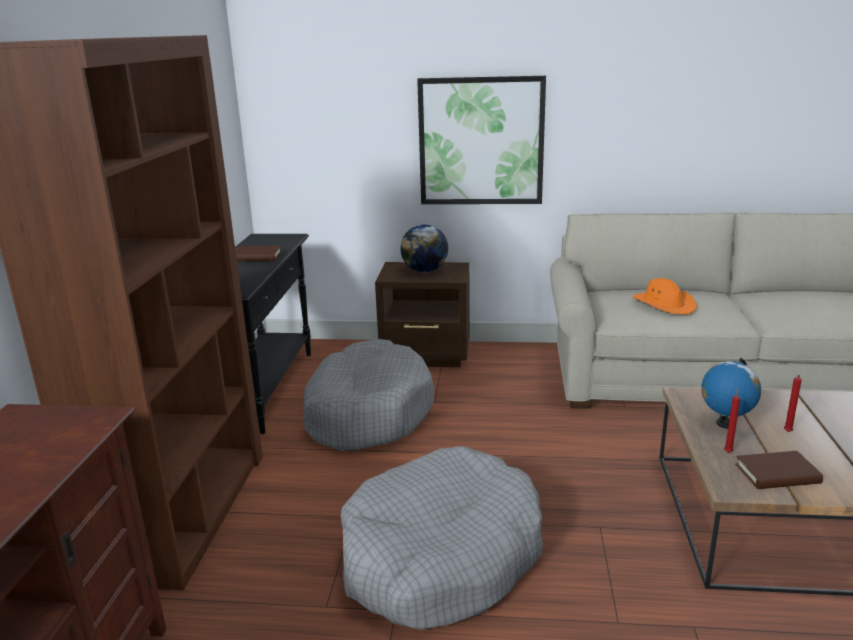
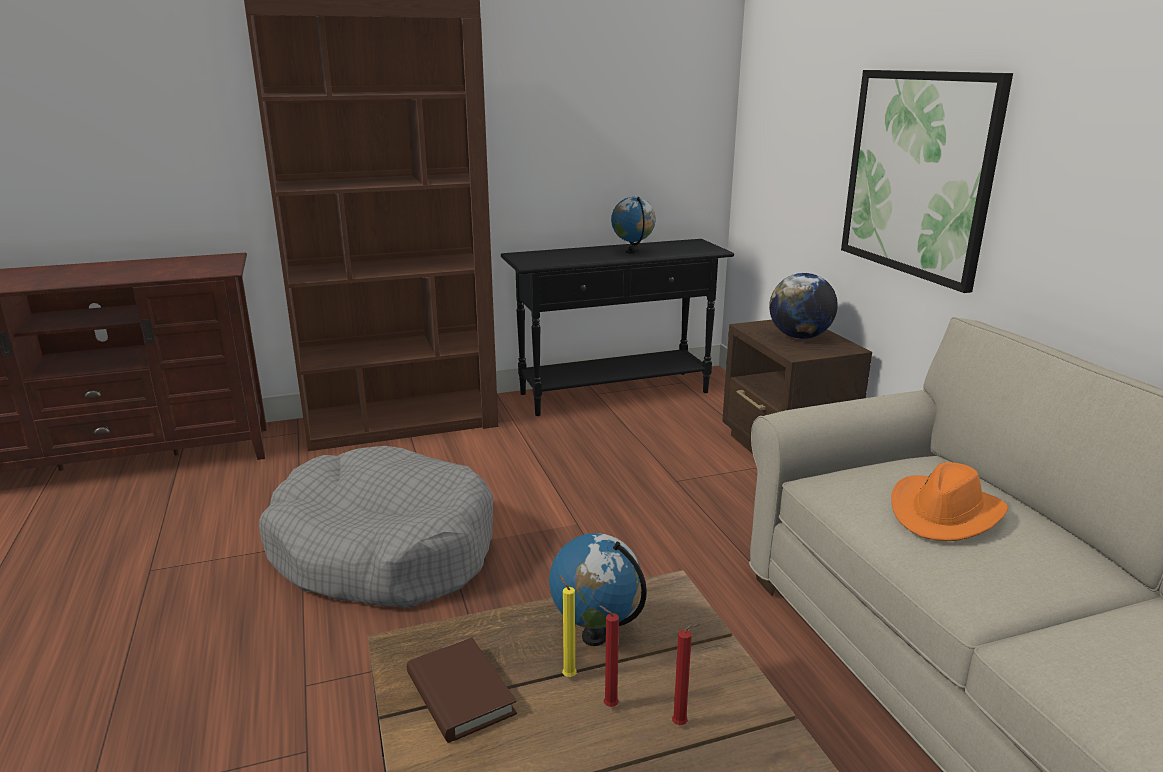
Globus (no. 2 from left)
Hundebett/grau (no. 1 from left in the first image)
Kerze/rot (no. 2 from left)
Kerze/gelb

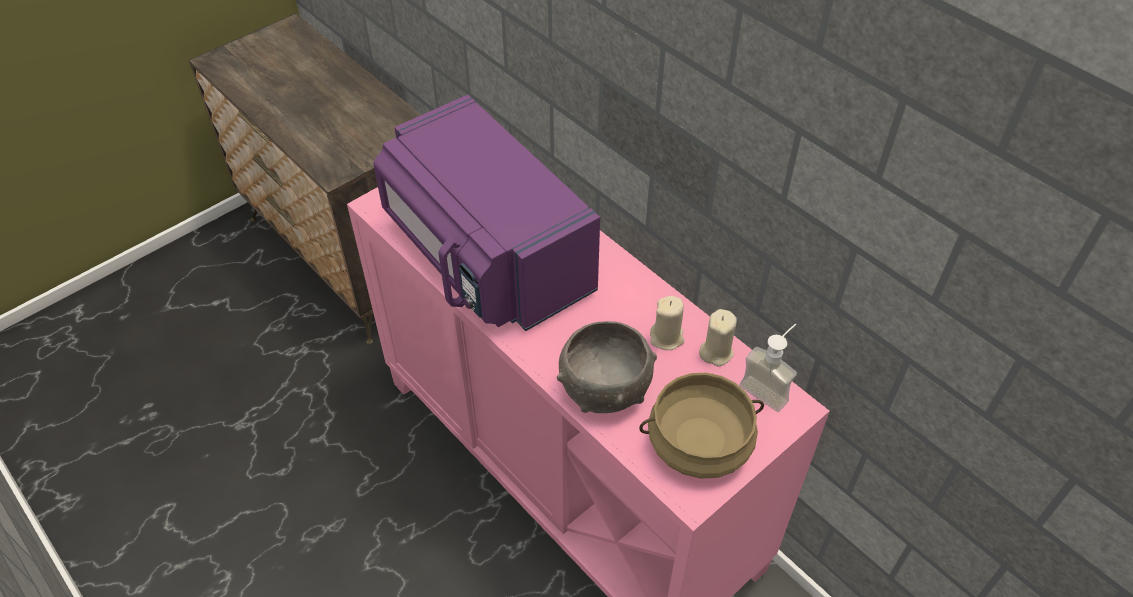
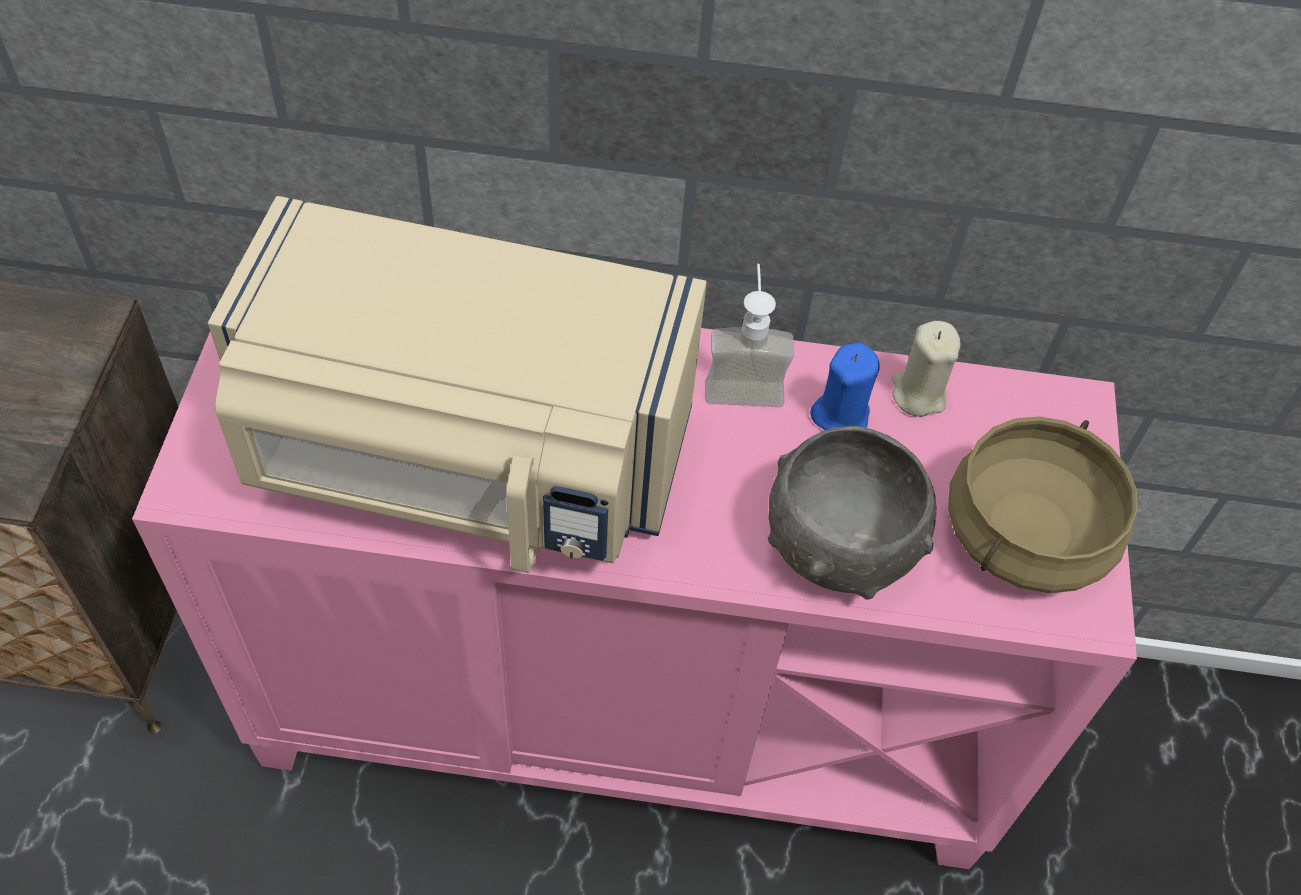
Mikrowelle/beige
Kerze/blau
Seifenspender

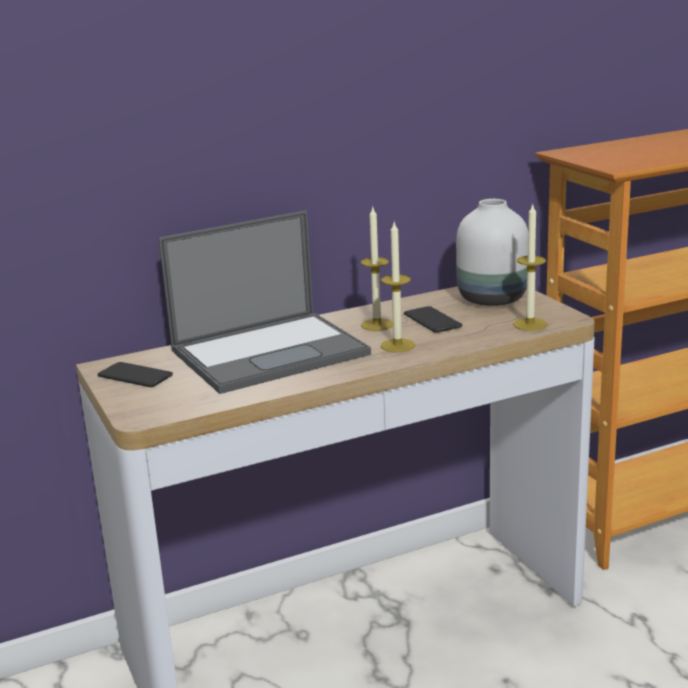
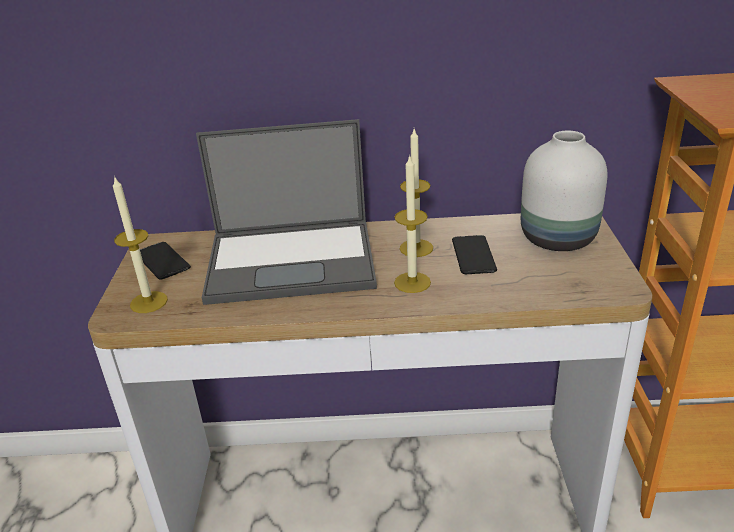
Kerze (no. 1 from left)

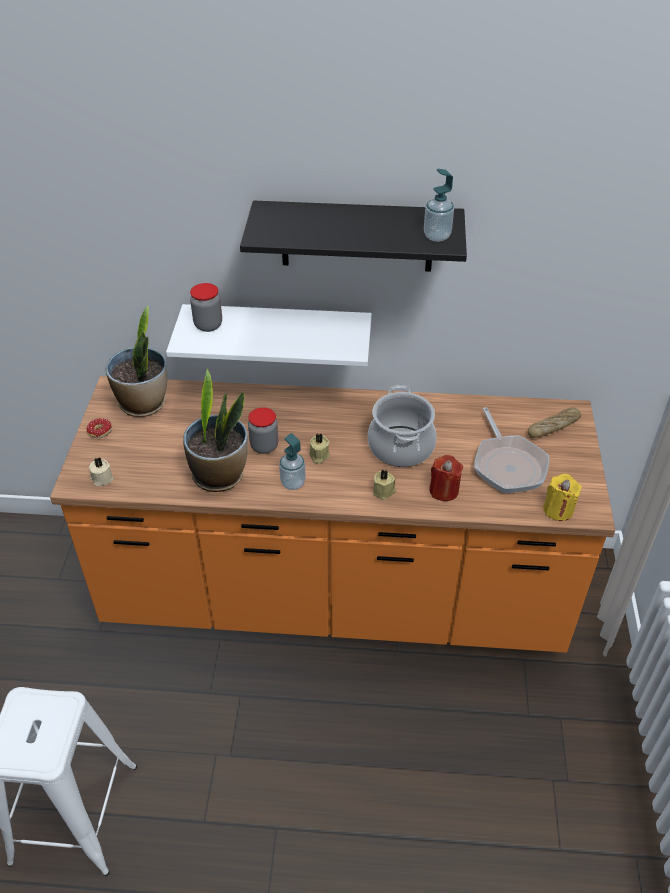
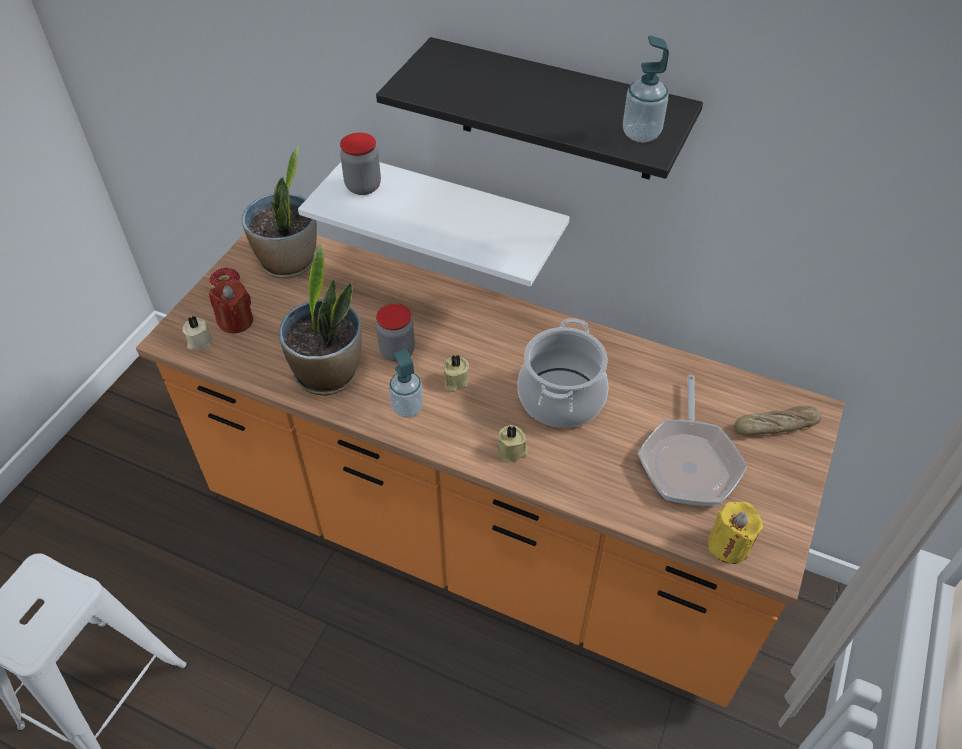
Kerze/rot

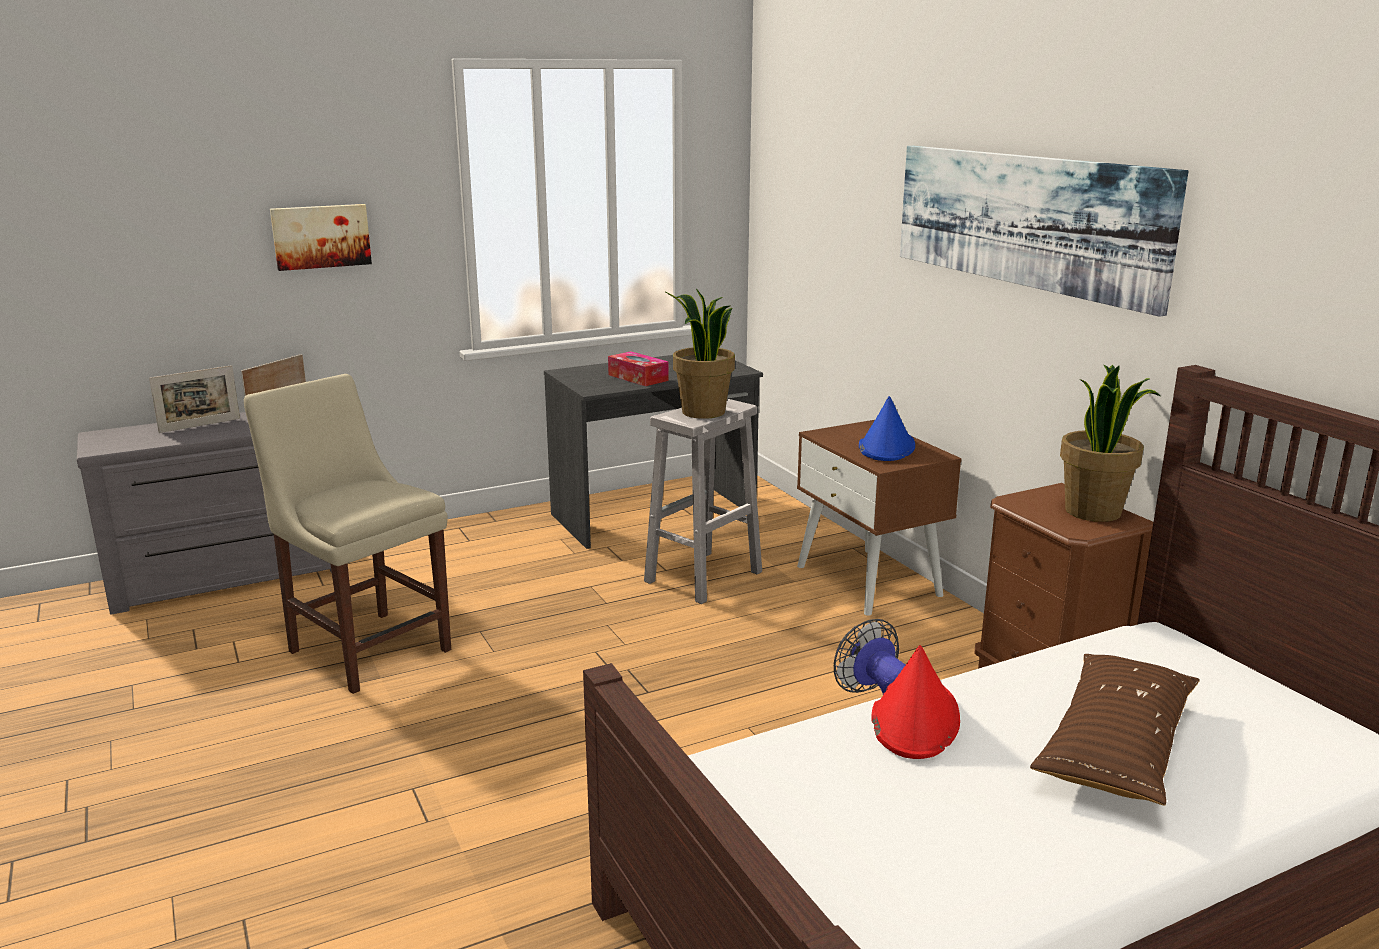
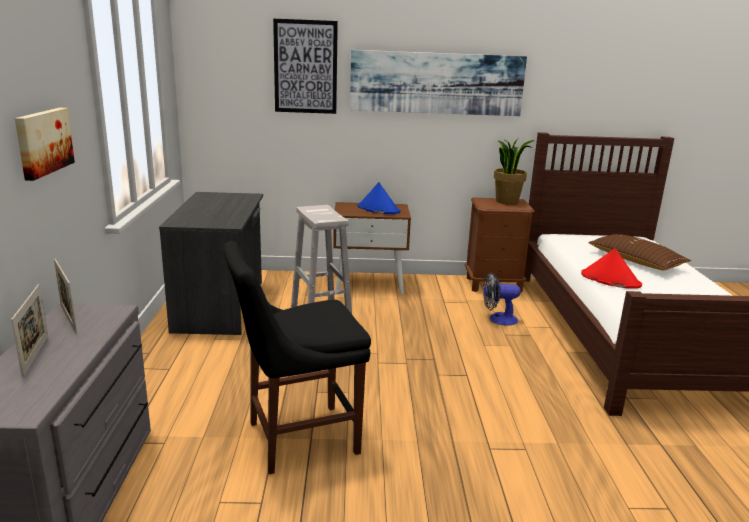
Stuhl/schwarz
Taschentuchbox
Topfpflanze (no. 1 from left in the first image)
Bild (no. 2 from left)

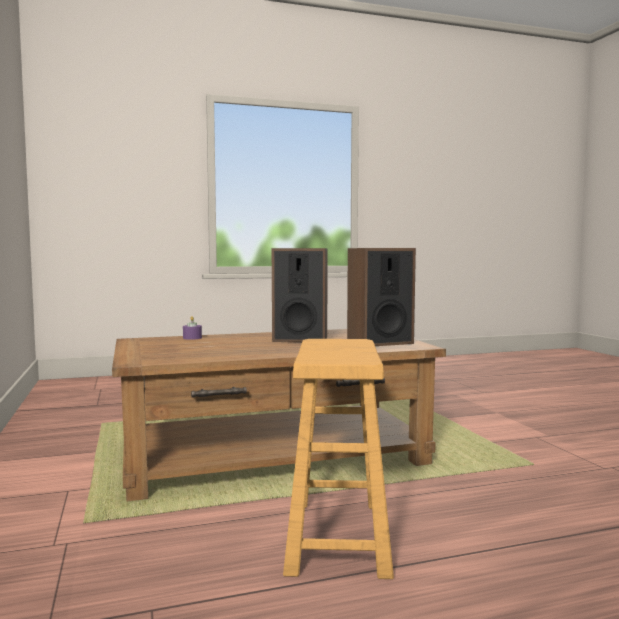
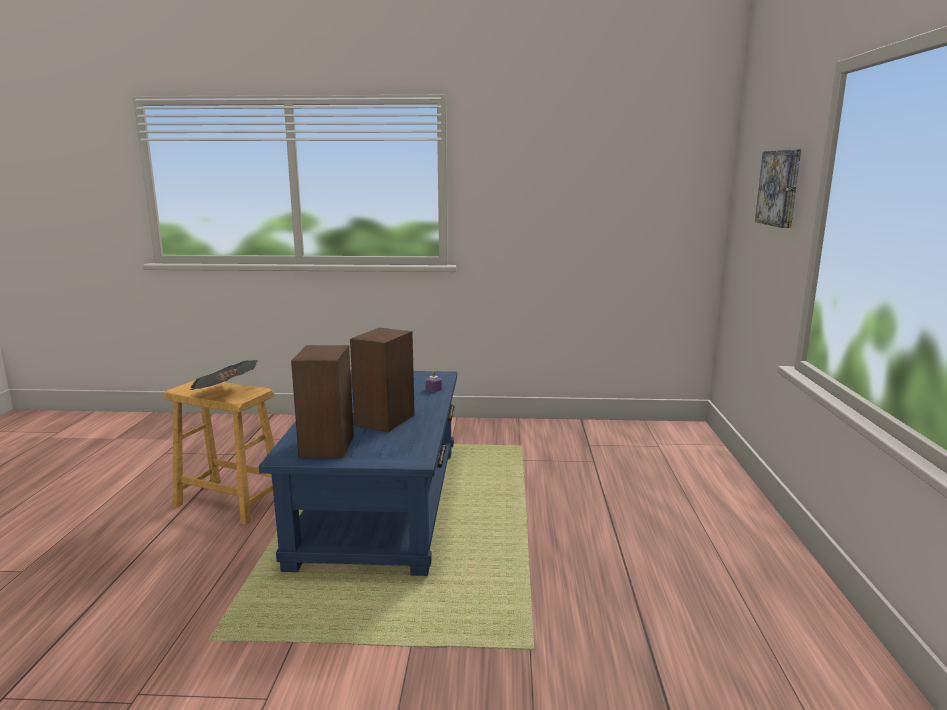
Couchtisch/blau
Zeitung
Bild

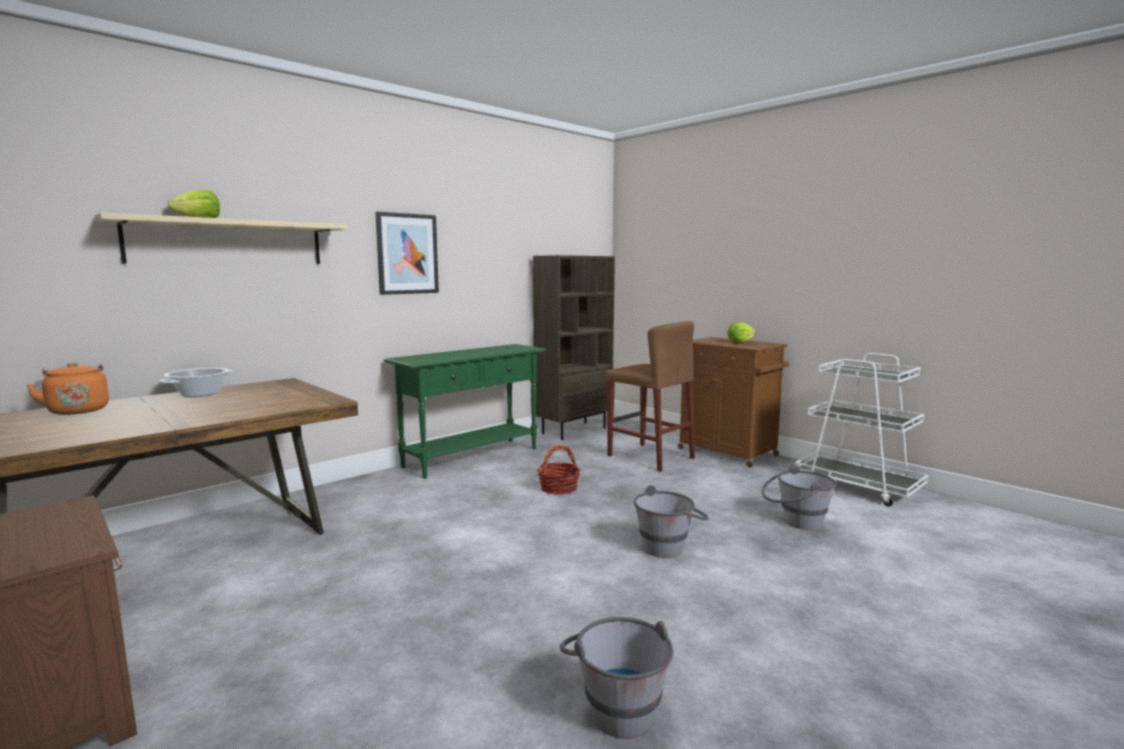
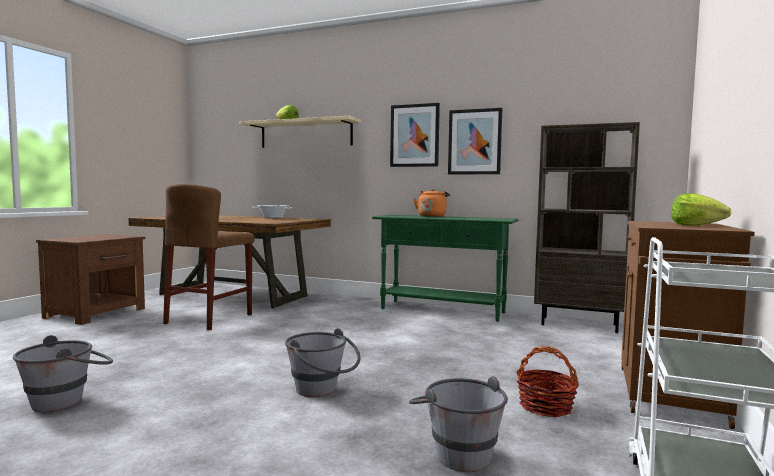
Wasserkessel/orange
Korb
Hocker/braun
Bild (no. 2 from left)

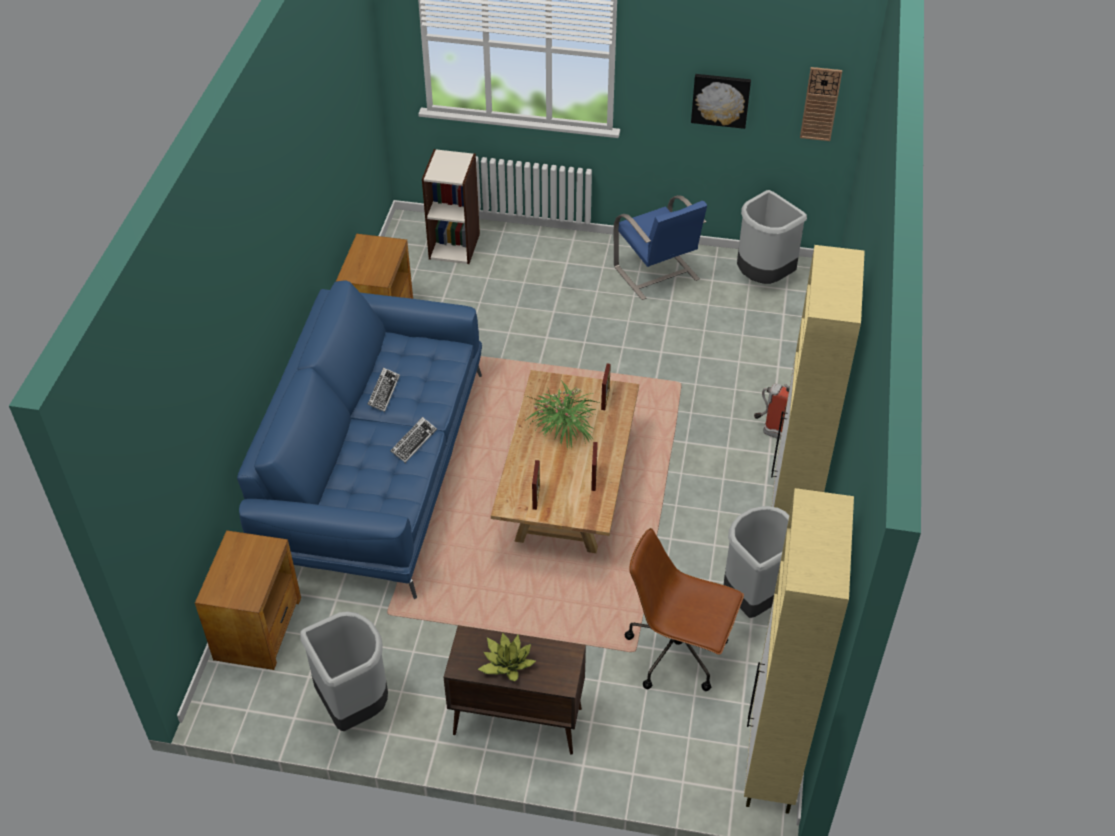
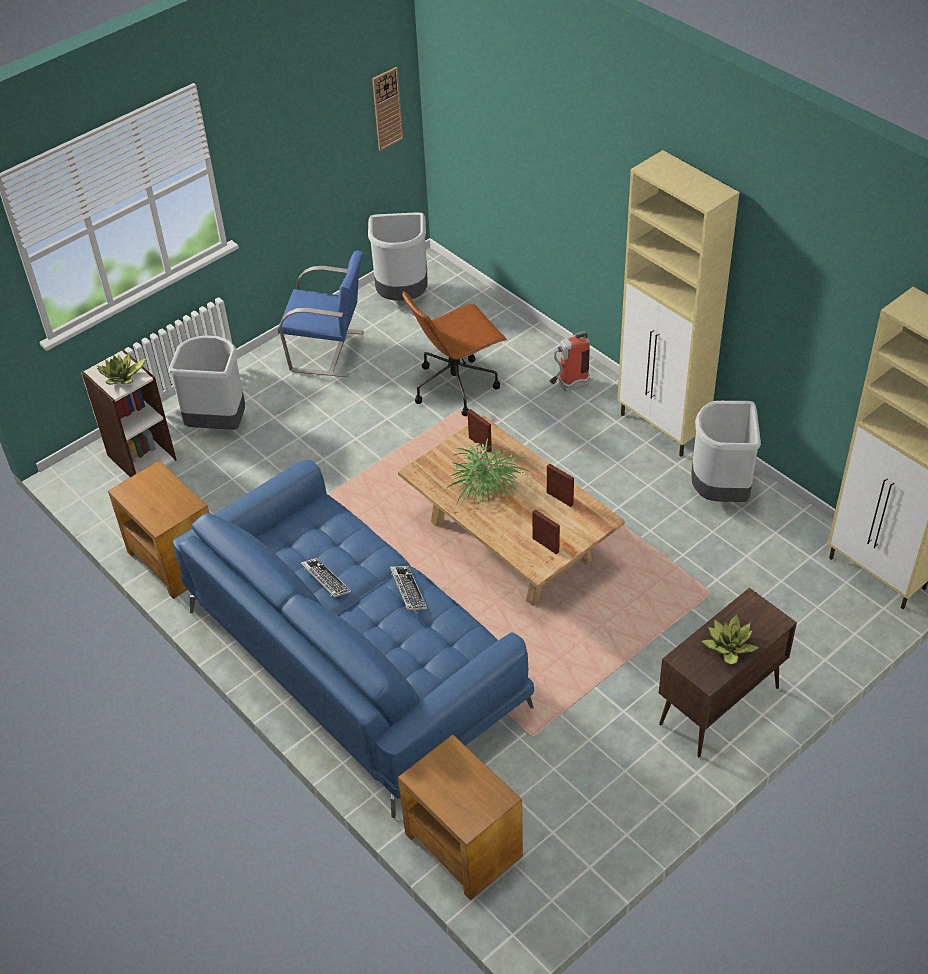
Mülleimer/grau (no. 1 from left)
Bürostuhl/braun
Bild
Topfpflanze (no. 1 from left)

